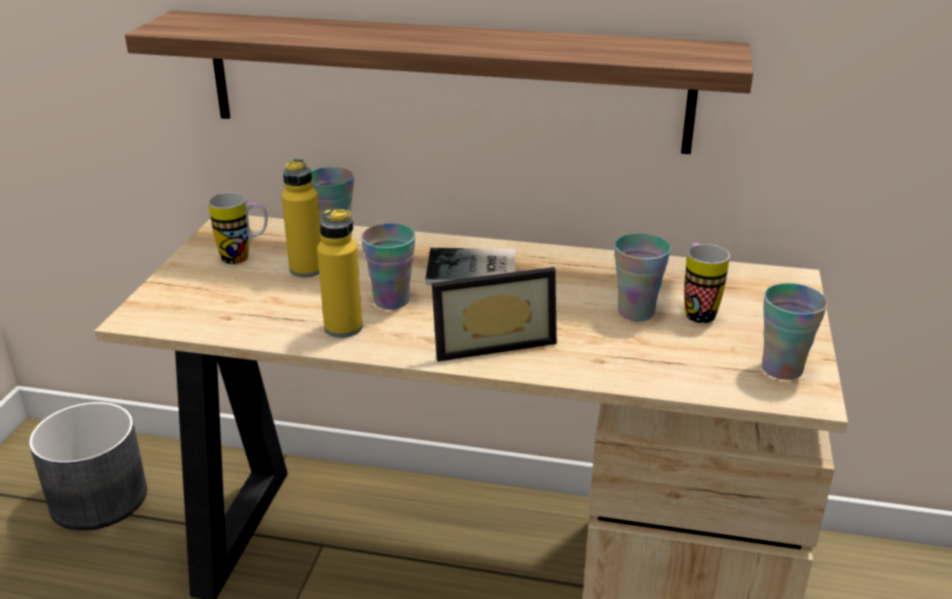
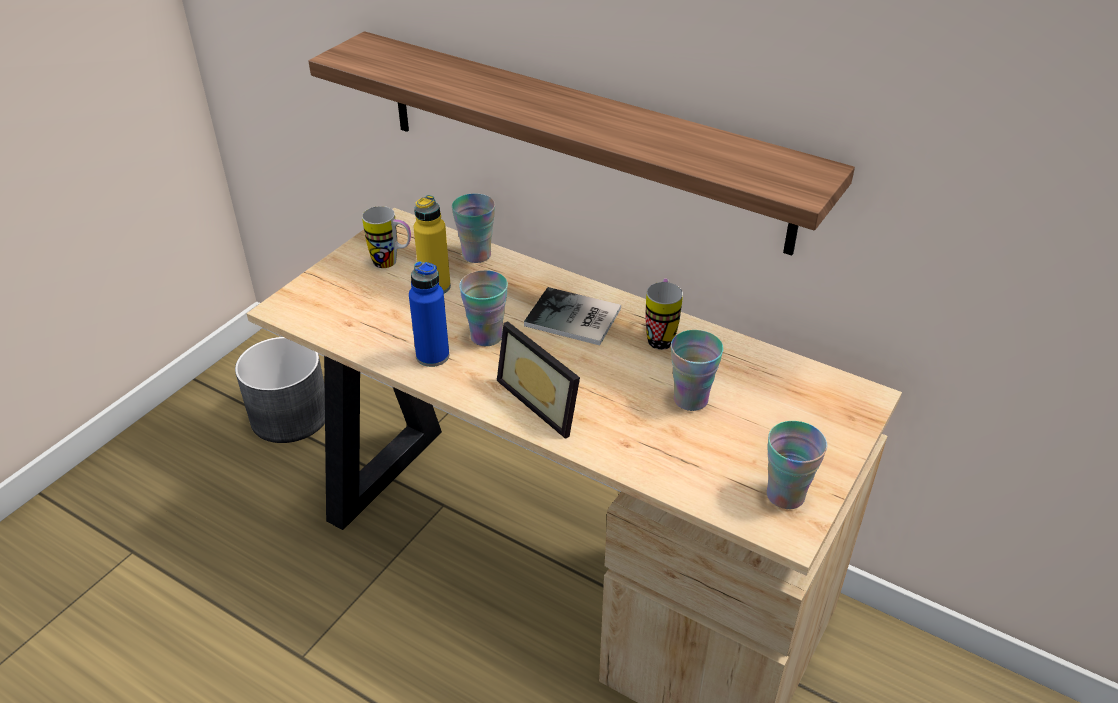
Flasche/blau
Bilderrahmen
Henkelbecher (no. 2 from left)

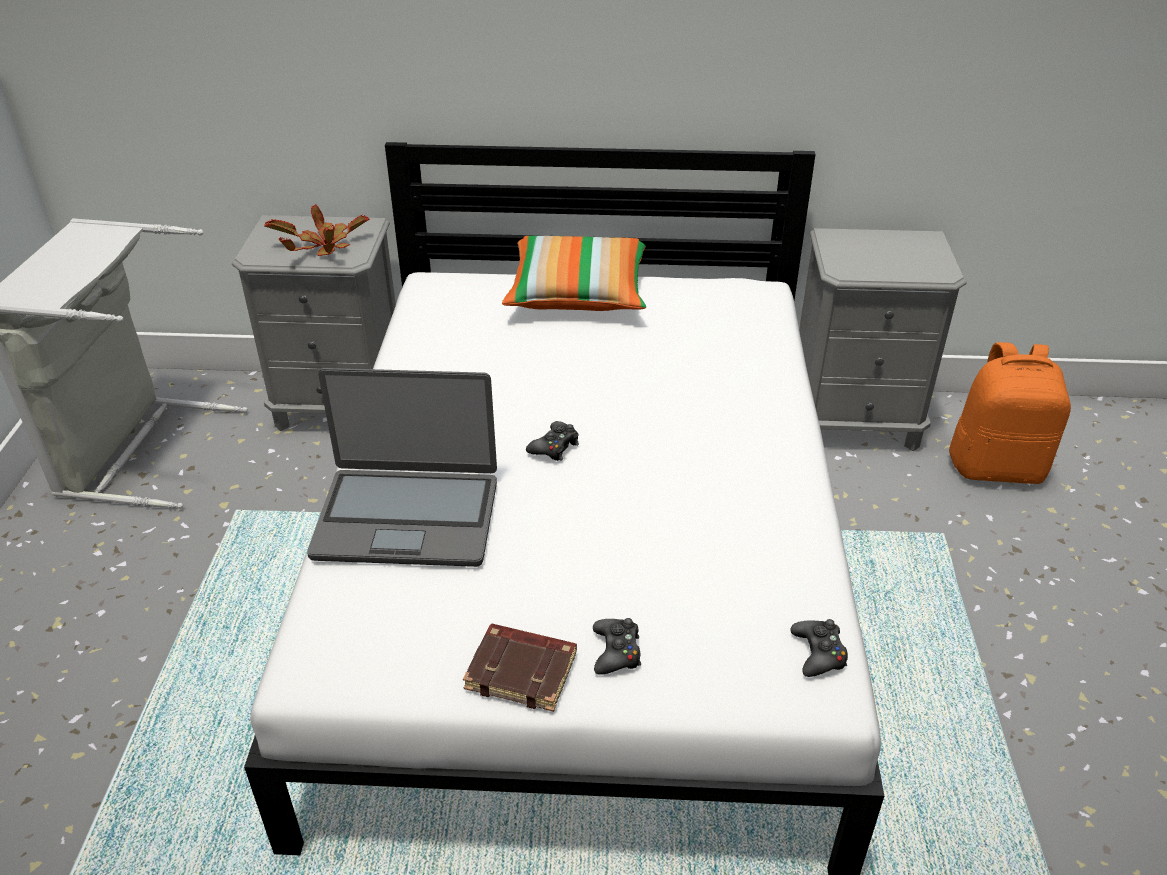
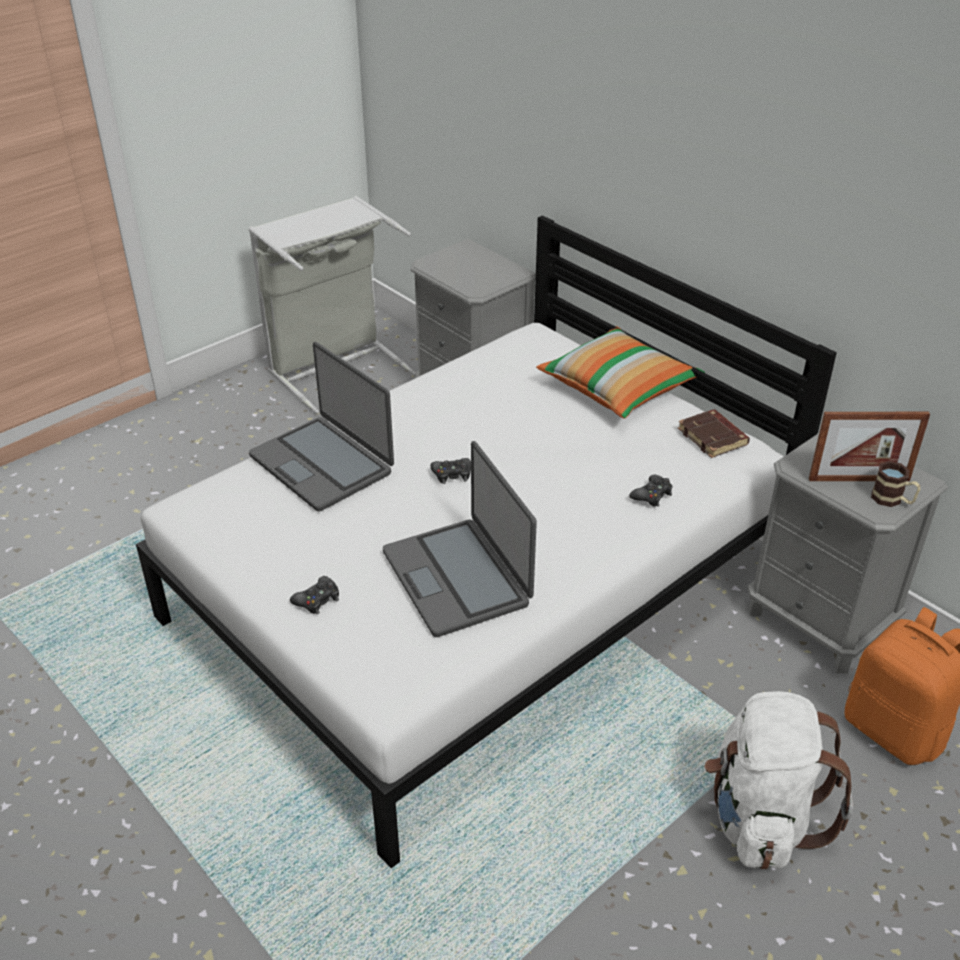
Topfpflanze
Buch/braun
Gamepad/schwarz (no. 3 from left)
Laptop (no. 2 from left)
Rucksack/weiß
Bilderrahmen
Henkelbecher

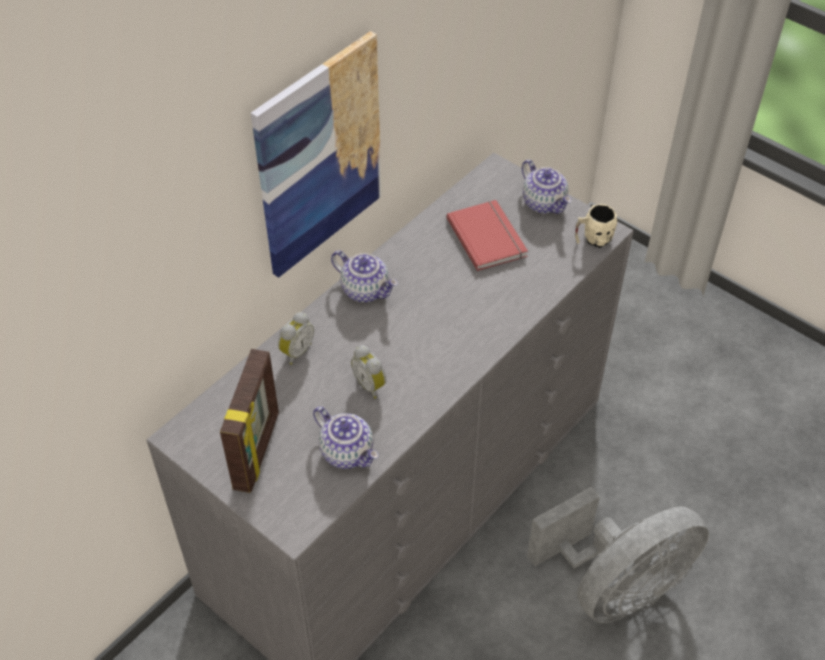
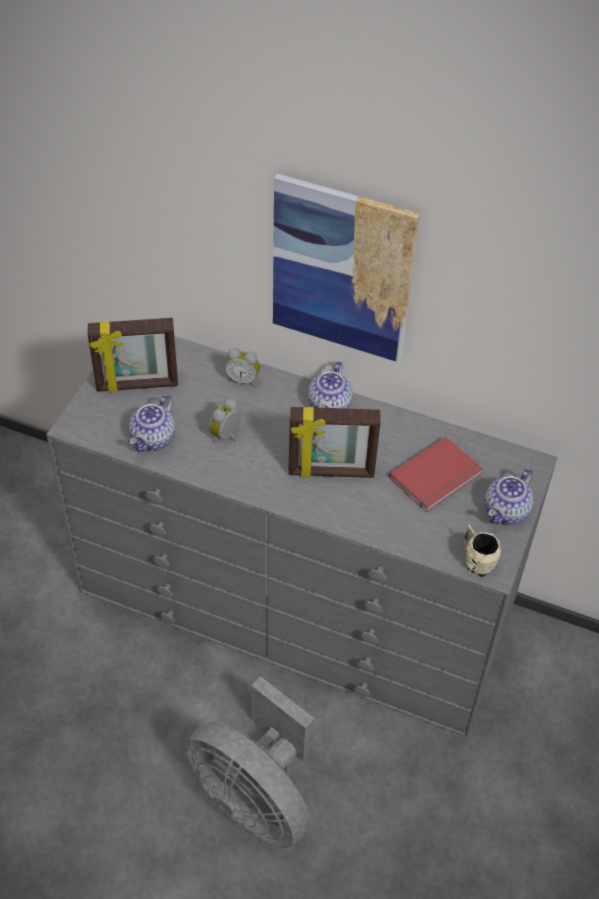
Bilderrahmen (no. 2 from left)

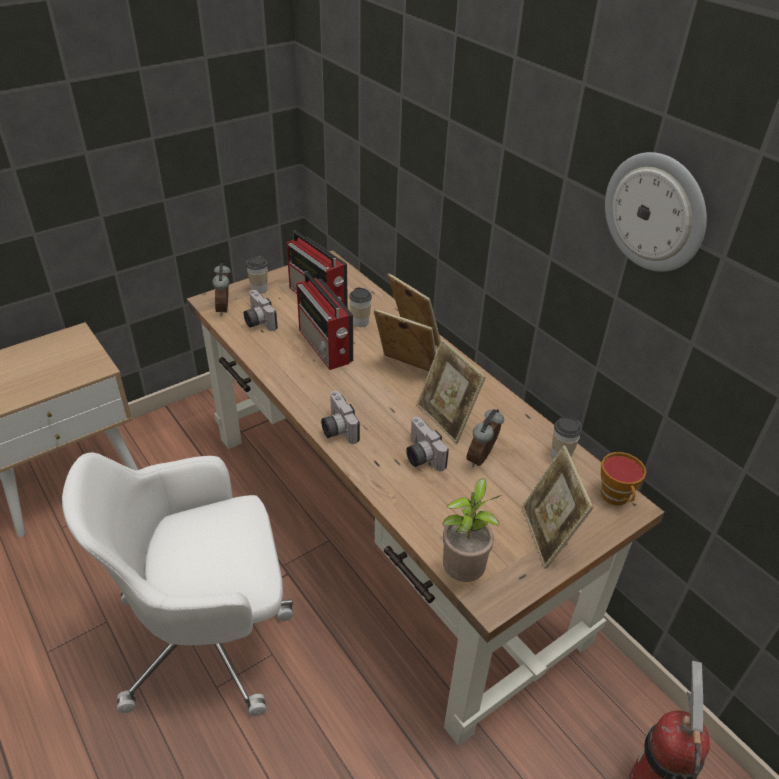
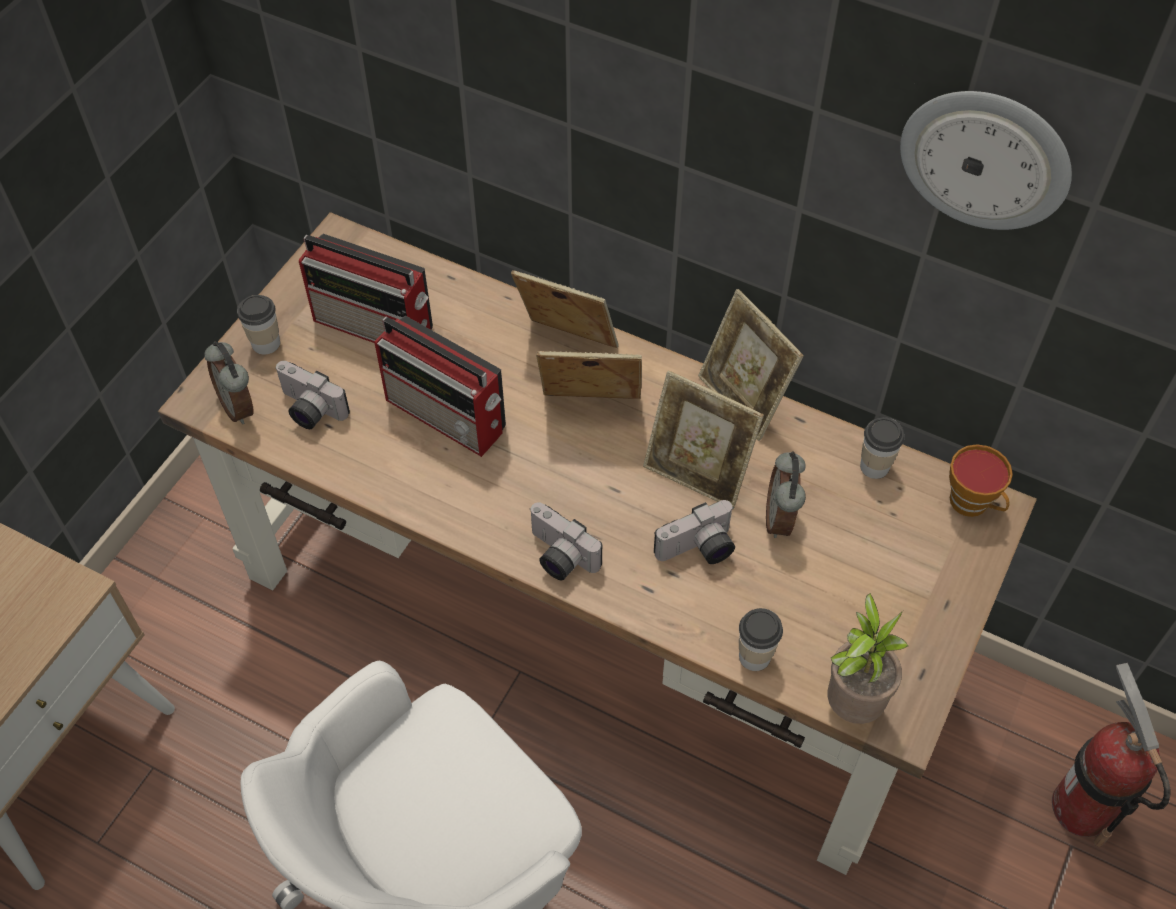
Tasse (no. 2 from left)
Kamera (no. 3 from left)
Bilderrahmen (no. 4 from left)

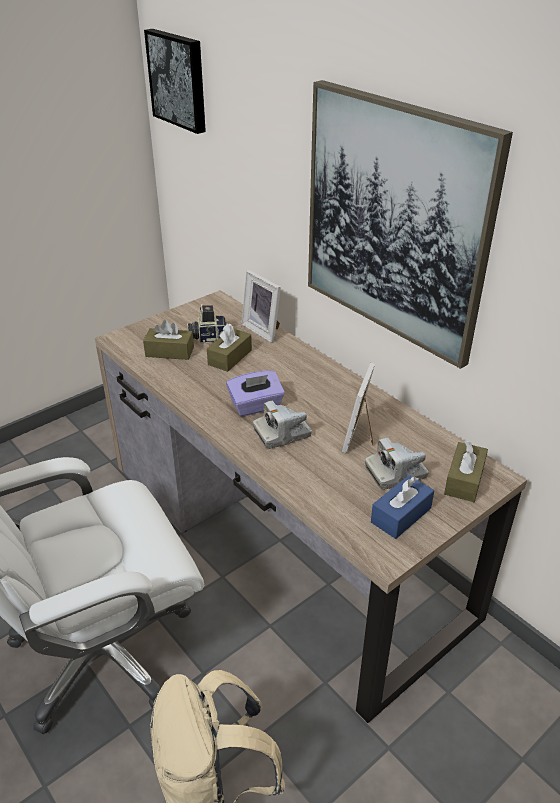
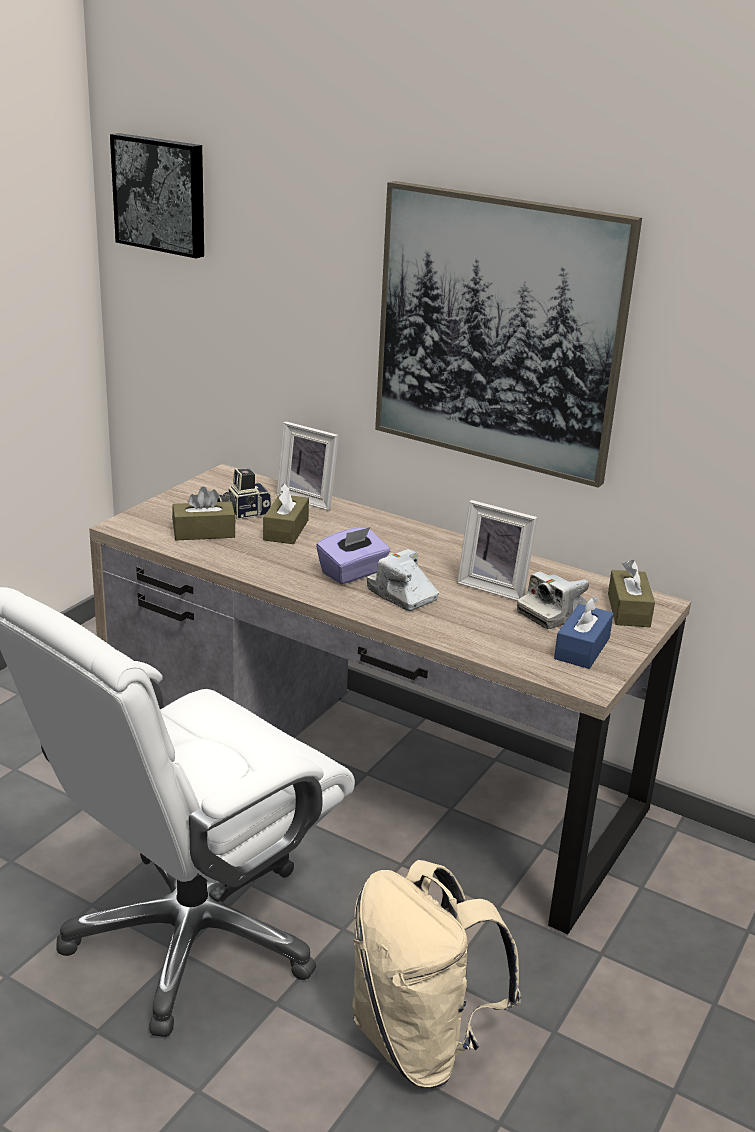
Kamera (no. 2 from left)
Bilderrahmen (no. 2 from left)

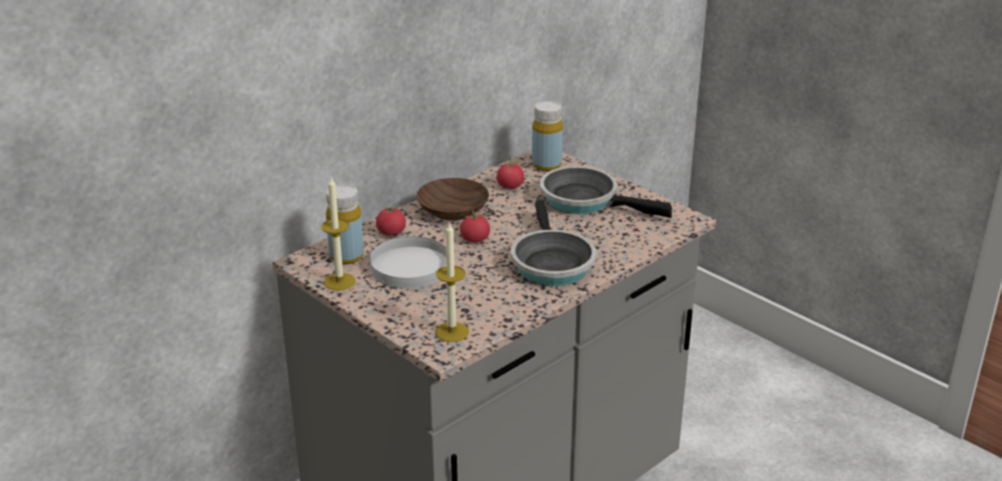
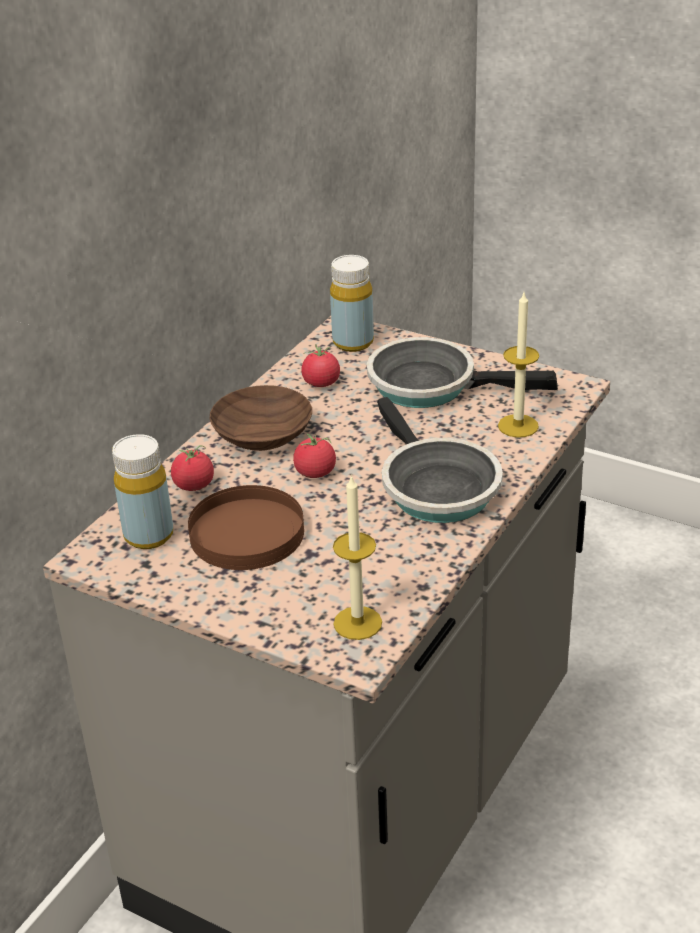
Kerze (no. 2 from left)
Teller/braun

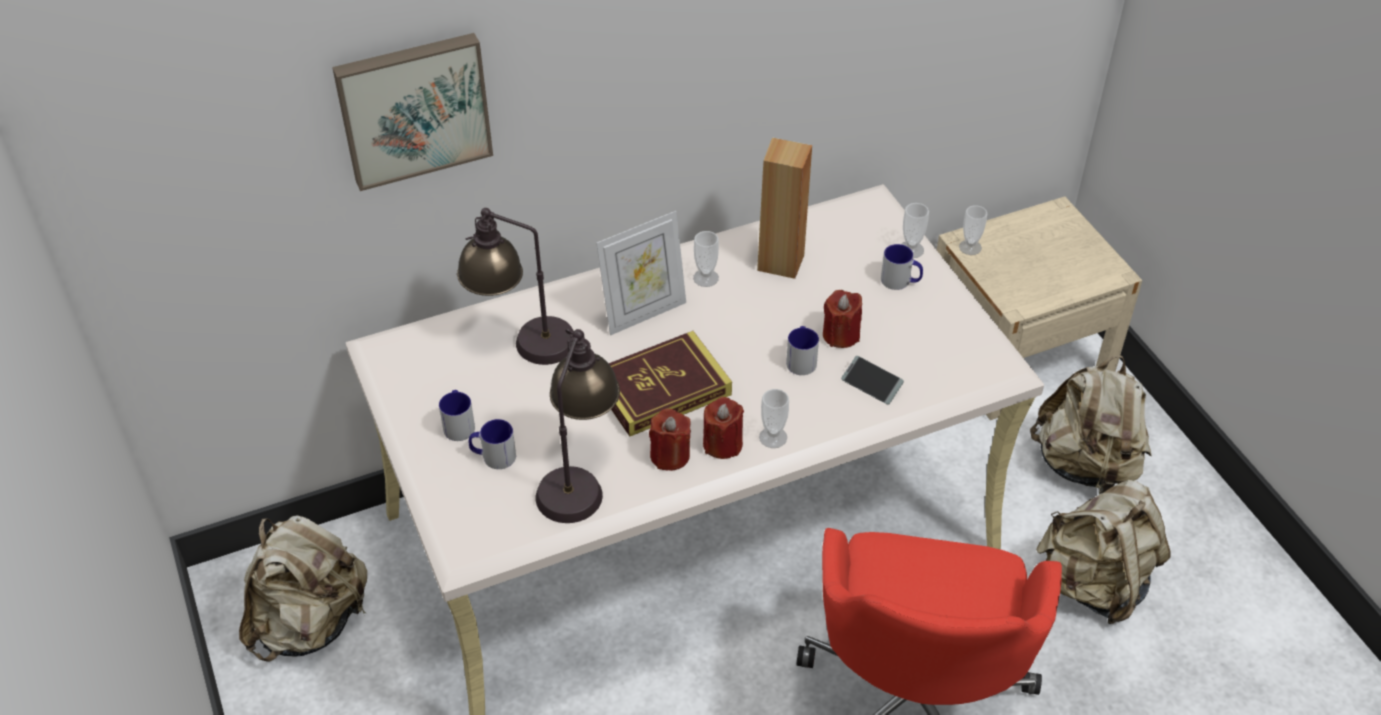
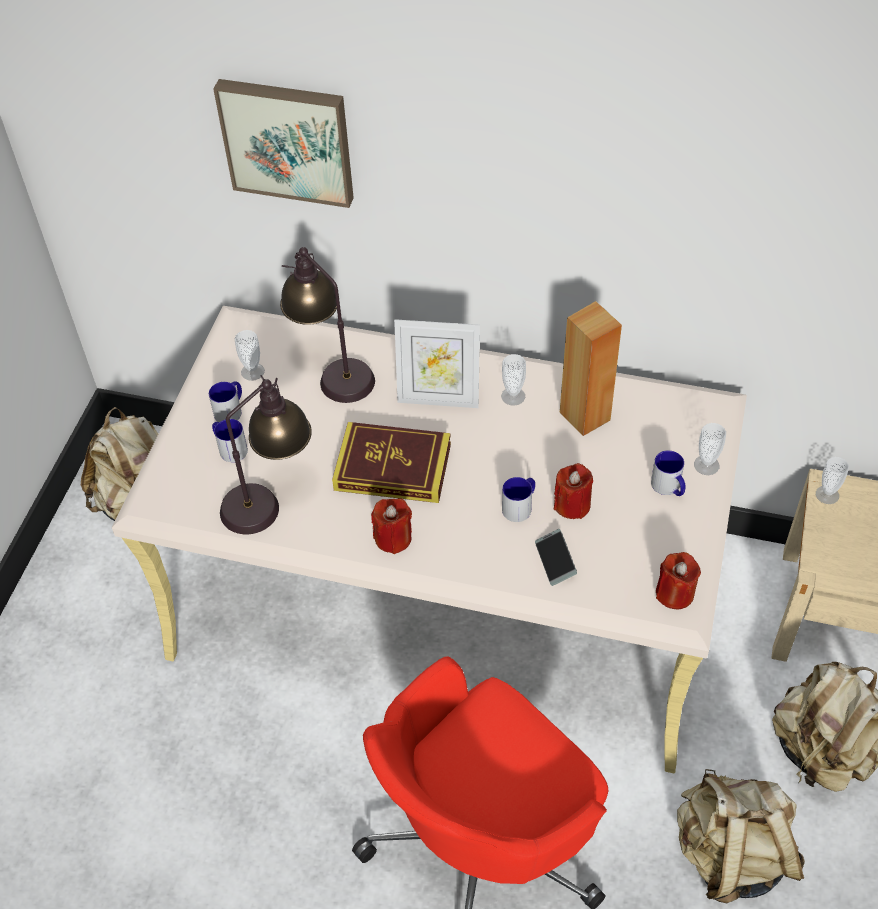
Kerze/rot (no. 3 from left)
Tasse (no. 1 from left)

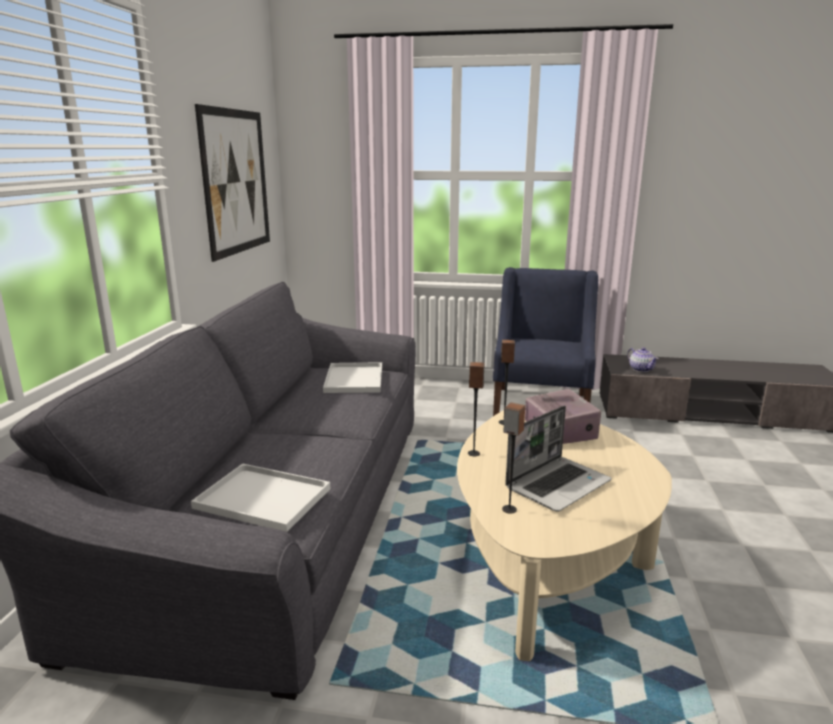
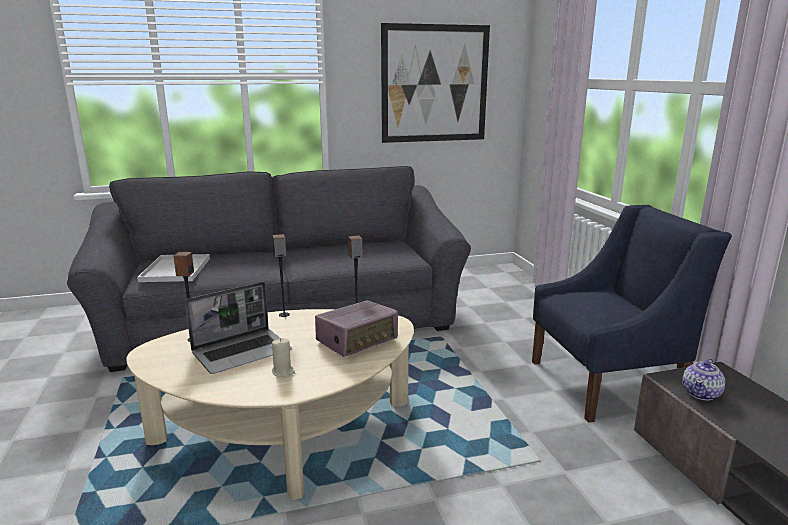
Tablett/weiß (no. 2 from left in the first image)
Laptop
Kerze/beige

